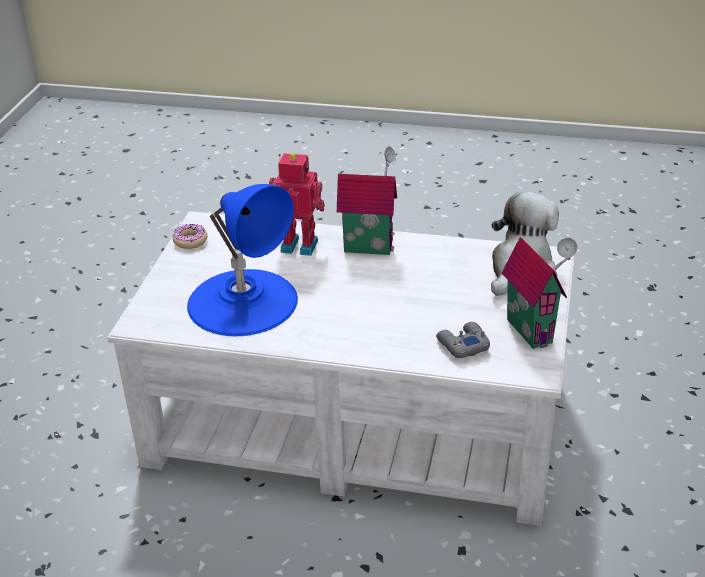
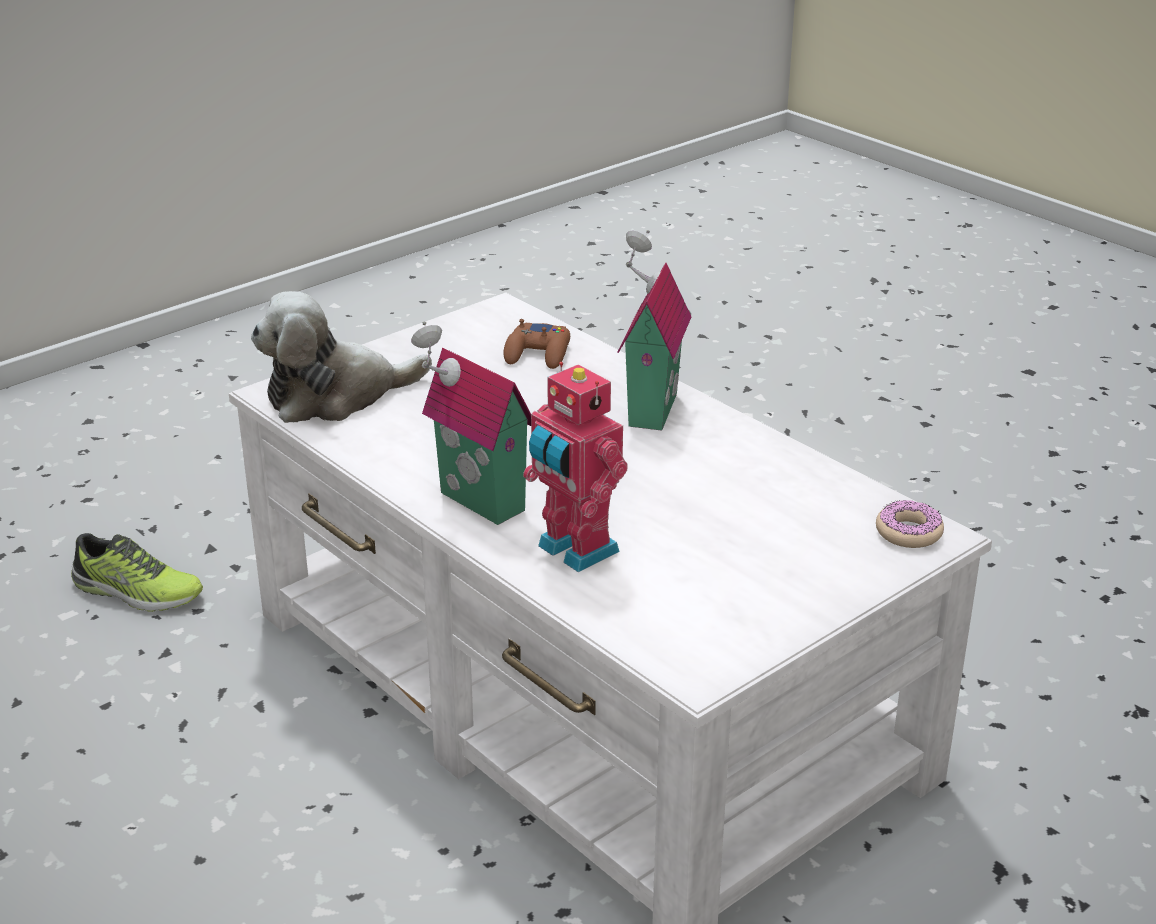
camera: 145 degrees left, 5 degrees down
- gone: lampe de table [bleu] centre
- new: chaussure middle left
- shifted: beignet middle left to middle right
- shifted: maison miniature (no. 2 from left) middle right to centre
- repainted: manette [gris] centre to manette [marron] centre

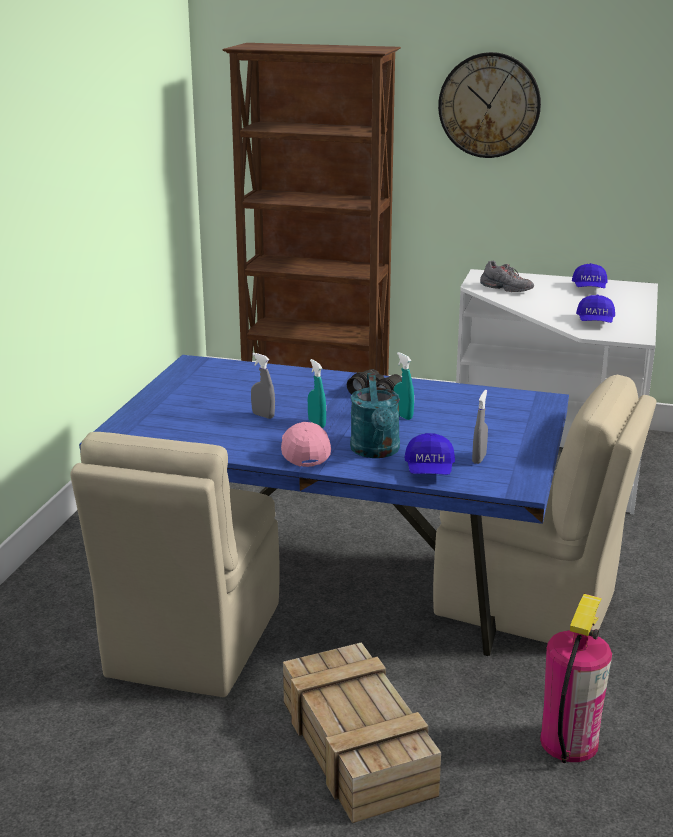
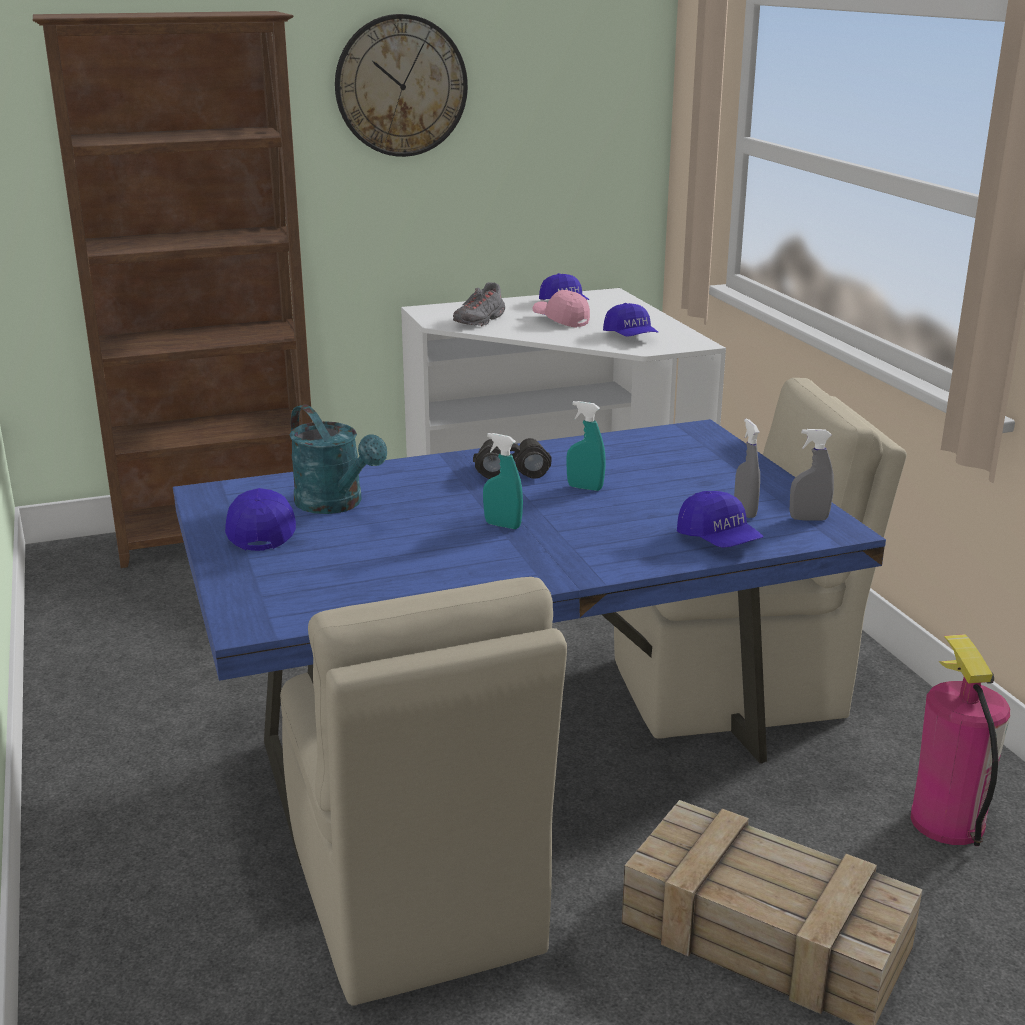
camera: 35 degrees left, 0 degrees up
- new: casquette [bleu] (no. 1 from left) middle left
- shifted: vaporisateur [gris] (no. 1 from left in the first image) centre to vaporisateur [gris] (no. 2 from left) middle right
- shifted: casquette [rose] centre to top centre
- shifted: arrosoir [turquoise] centre to middle left
- rotated: chaussure [gris] top right = top centre 120 degrees clockwise

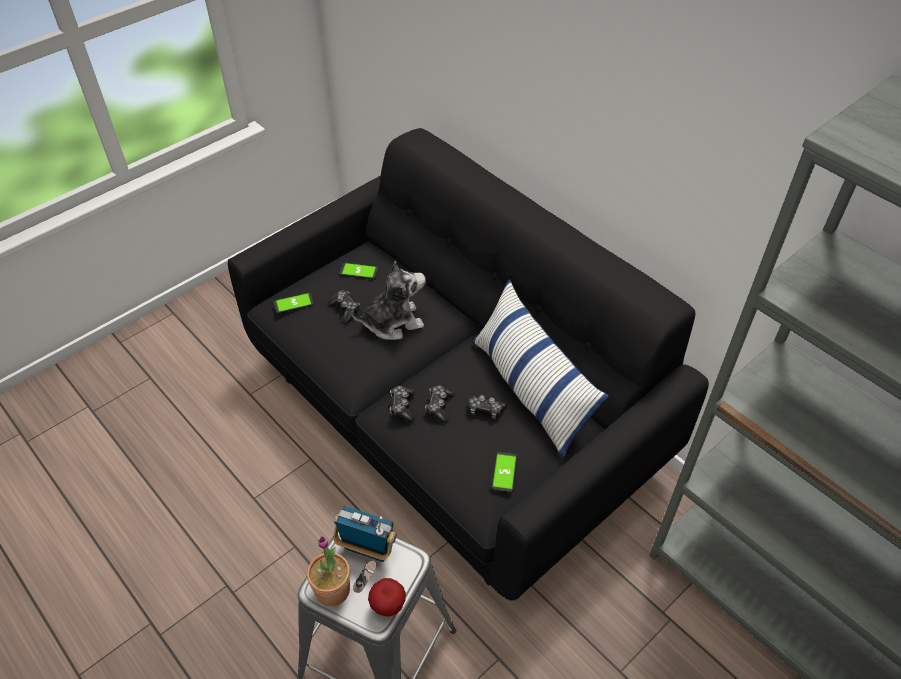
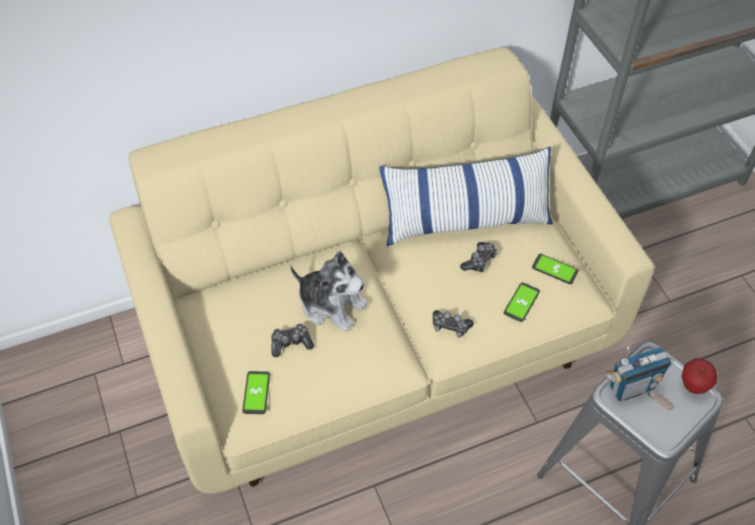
camera: 70 degrees left, 5 degrees up
- gone: plante en pot bottom centre
- gone: manette (no. 3 from left) centre
- shifted: téléphone (no. 2 from left) centre to middle right
- repainted: canapé [noir] centre to canapé [beige] centre
- rotated: radio bottom centre = bottom right 150 degrees counterclockwise
- rotated: peluche centre = centre 120 degrees clockwise

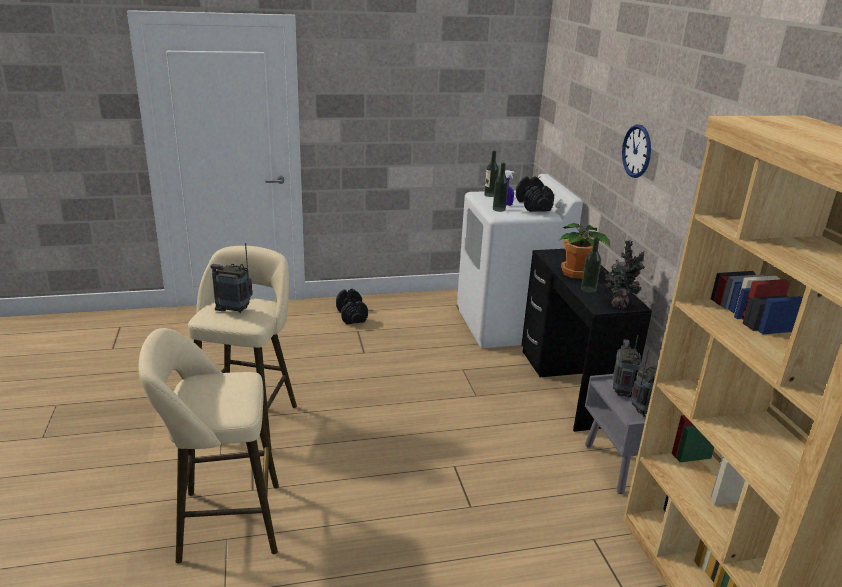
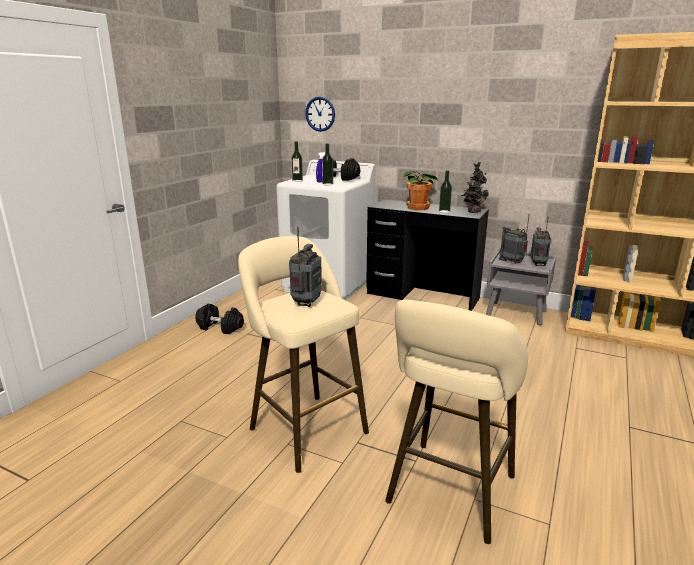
camera: 50 degrees left, 5 degrees down
- shifted: horloge murale top right to top centre
- rotated: radio (no. 1 from left) middle left = centre 150 degrees clockwise

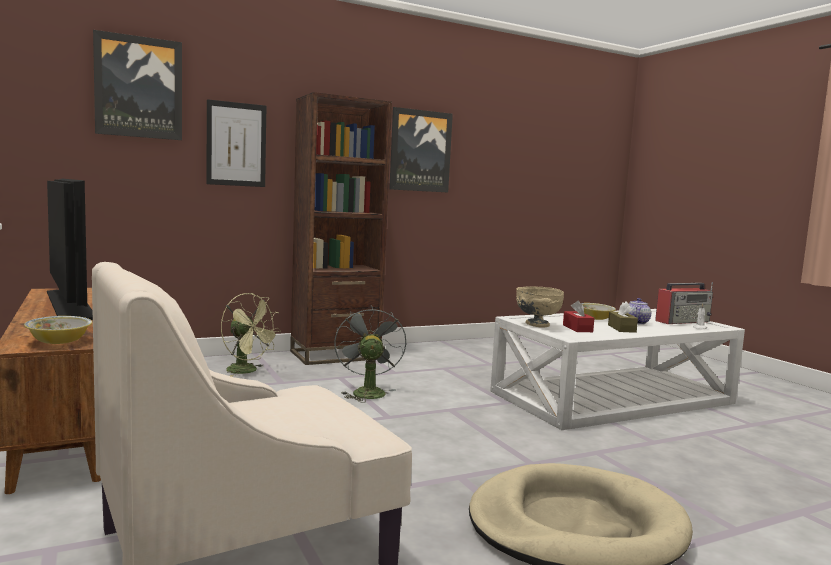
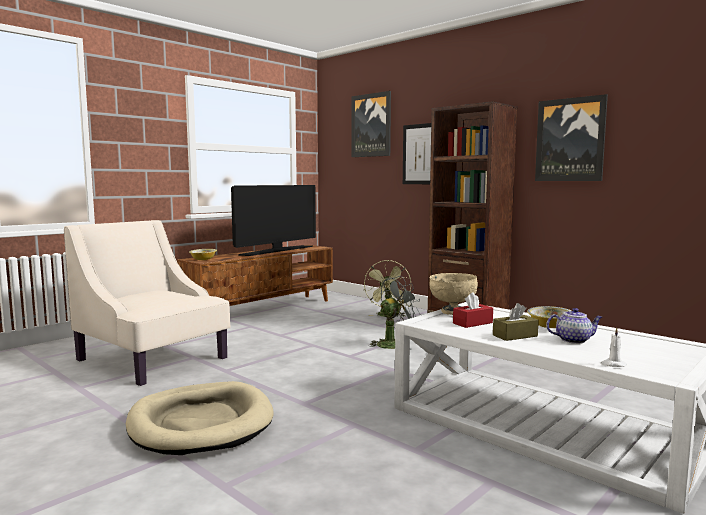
camera: 70 degrees right, 0 degrees up
- gone: radio middle right

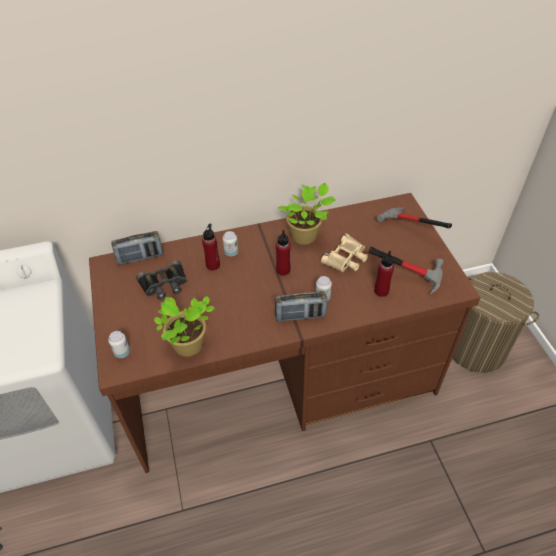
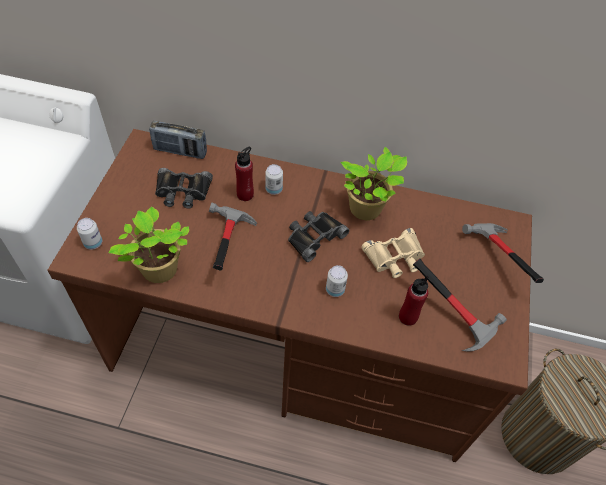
camera: 25 degrees right, 5 degrees up
- gone: radio (no. 2 from left) centre
- new: marteau (no. 1 from left) centre
- swapped: bouteille [rouge] (no. 2 from left) centre to jumelles [noir] (no. 2 from left) centre

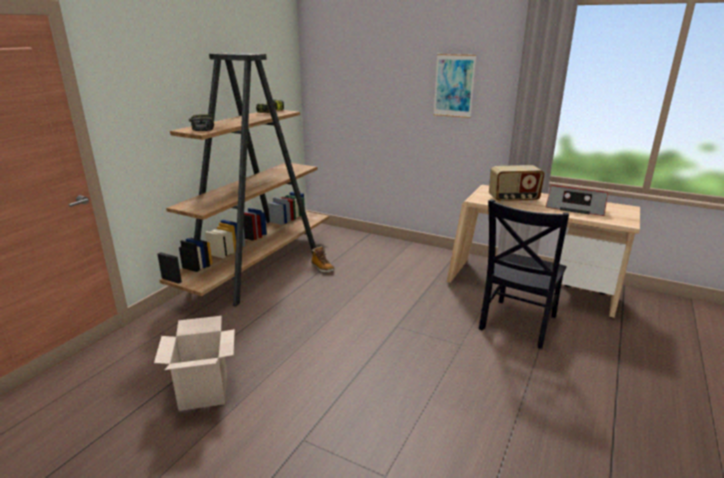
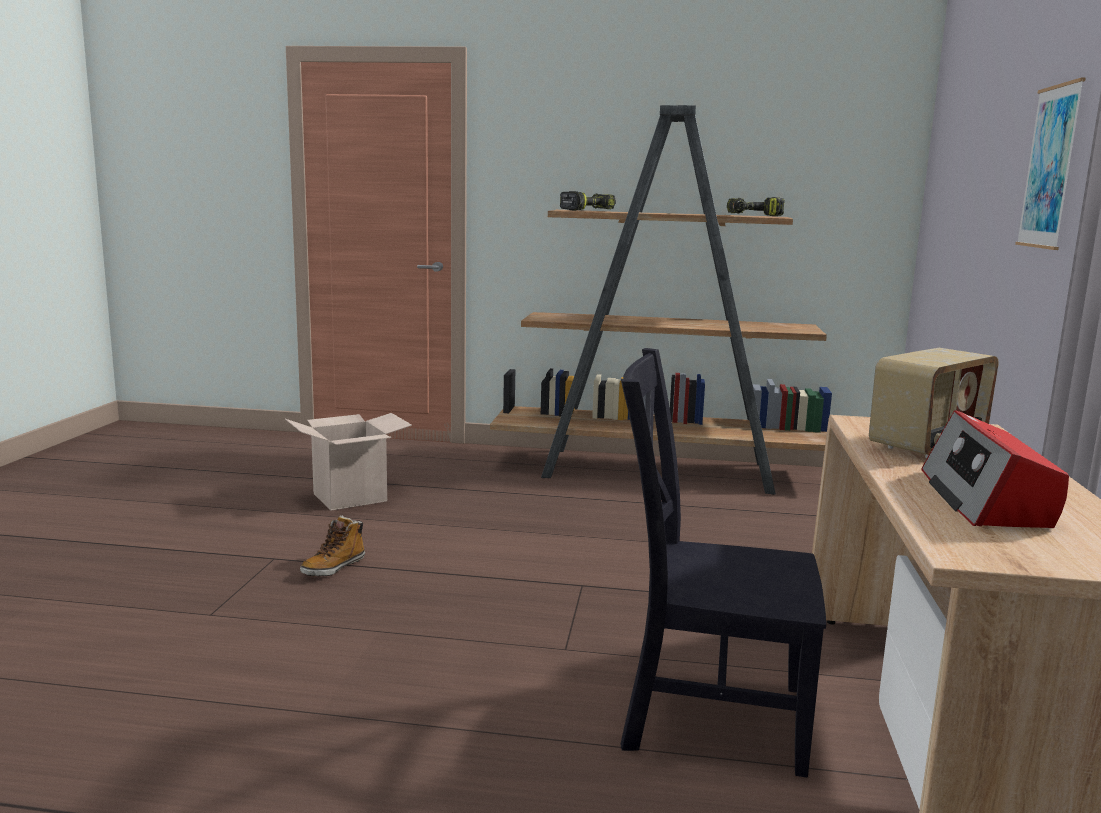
camera: 70 degrees right, 10 degrees down
- shifted: botte centre to bottom left
- rotated: radio (no. 1 from left) middle right = middle right 105 degrees counterclockwise

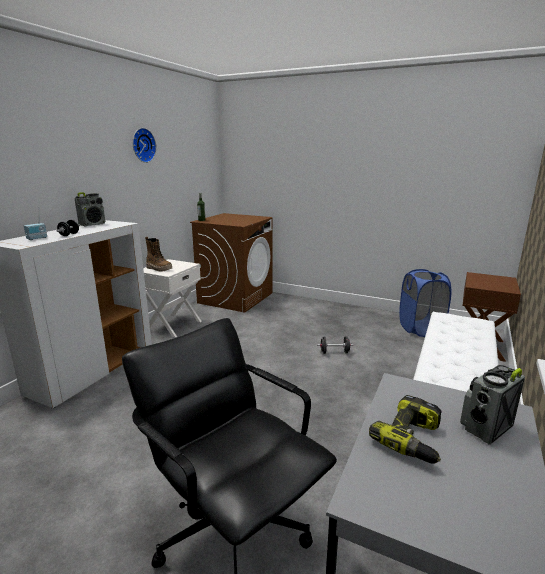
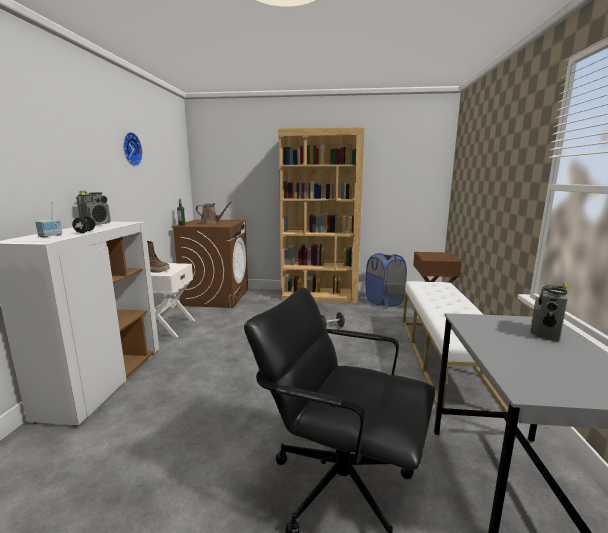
camera: 20 degrees left, 5 degrees down
- gone: perceuse bottom right
- new: arrosoir [marron] centre
- new: bibliothèque [marron] centre

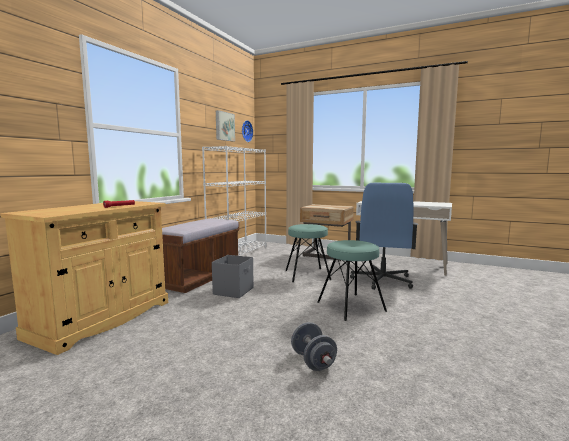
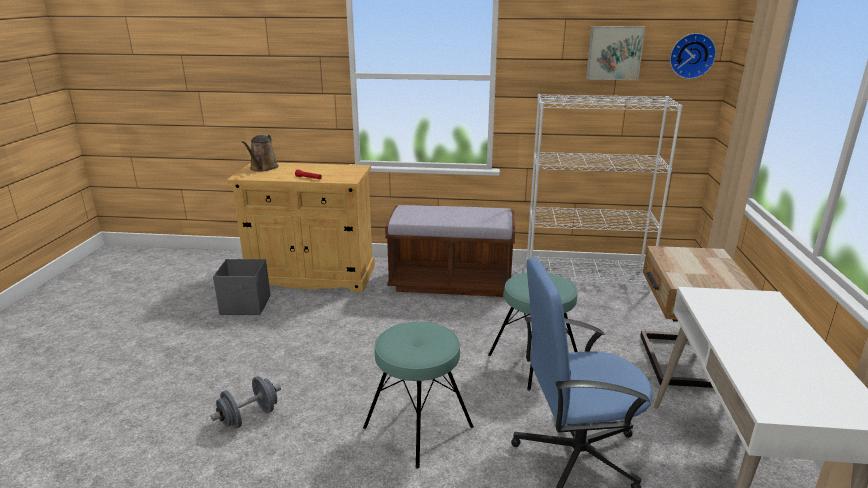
camera: 70 degrees right, 15 degrees up
- new: arrosoir [marron] top left
- shifted: boîte de rangement [gris] centre to middle left

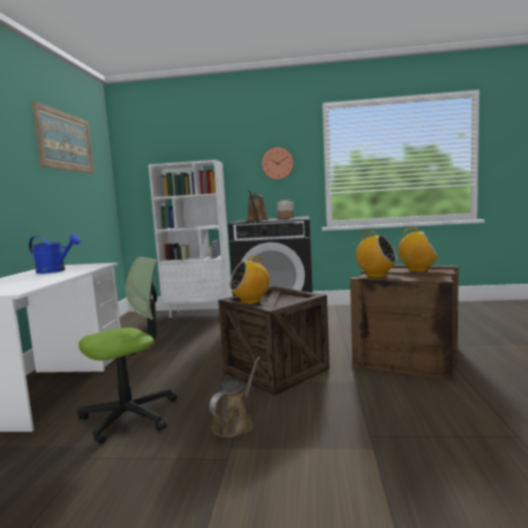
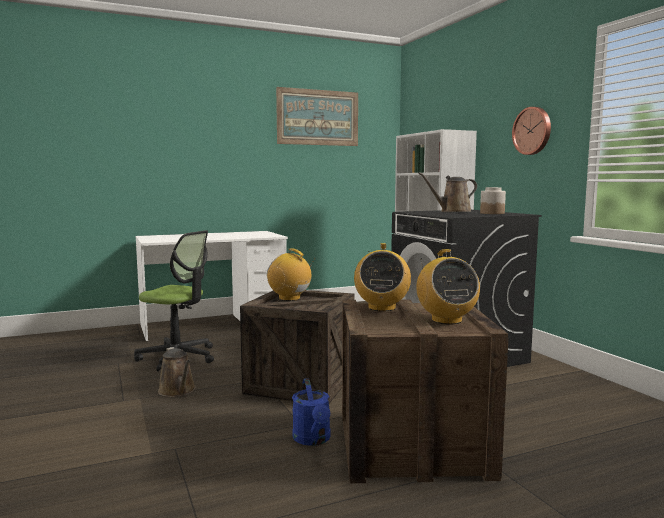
camera: 60 degrees right, 0 degrees up
- shifted: arrosoir [bleu] middle left to bottom centre
- rotated: arrosoir [marron] (no. 1 from left) bottom centre = bottom left 60 degrees clockwise

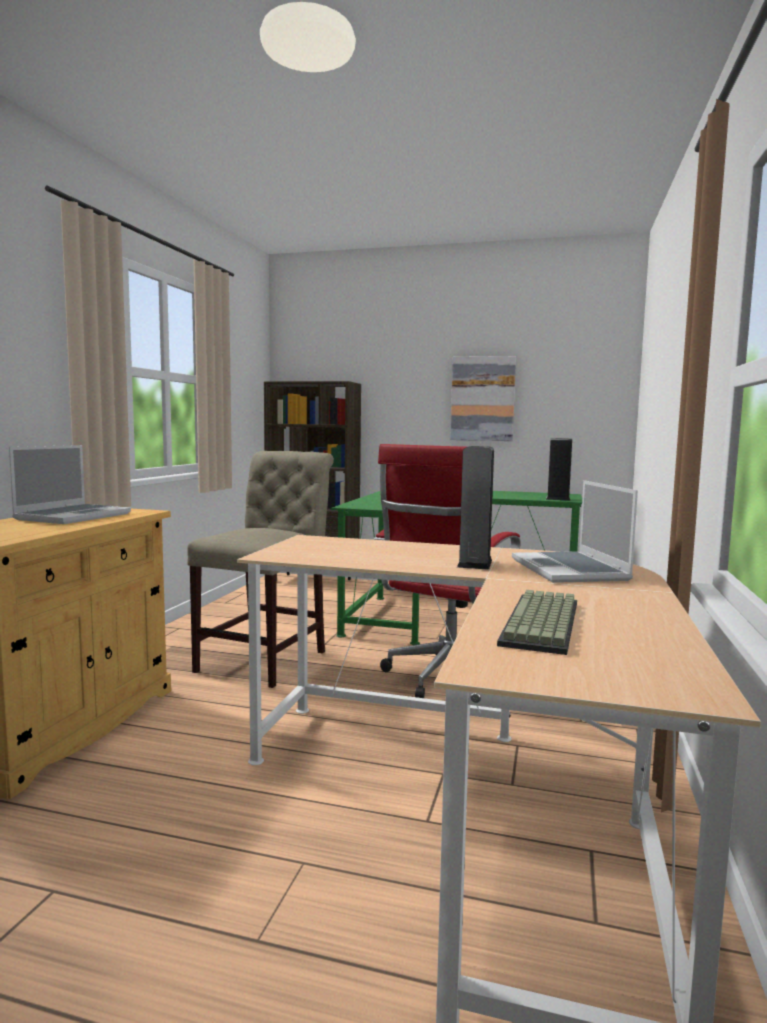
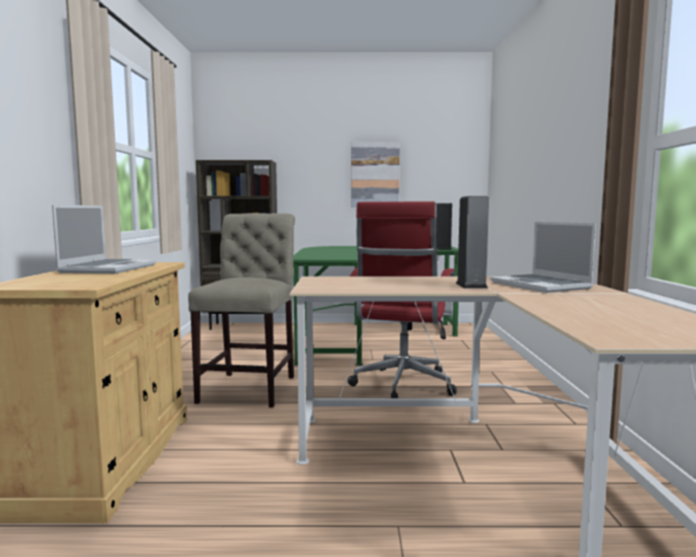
camera: 15 degrees left, 0 degrees up
- gone: clavier middle right

